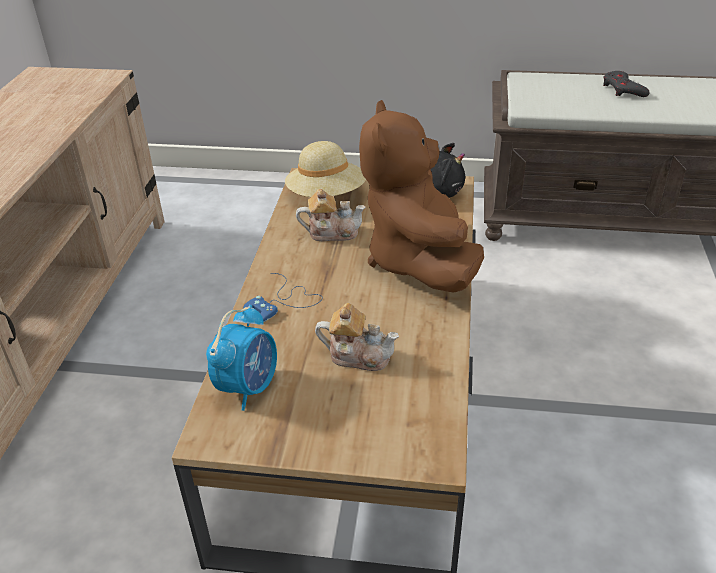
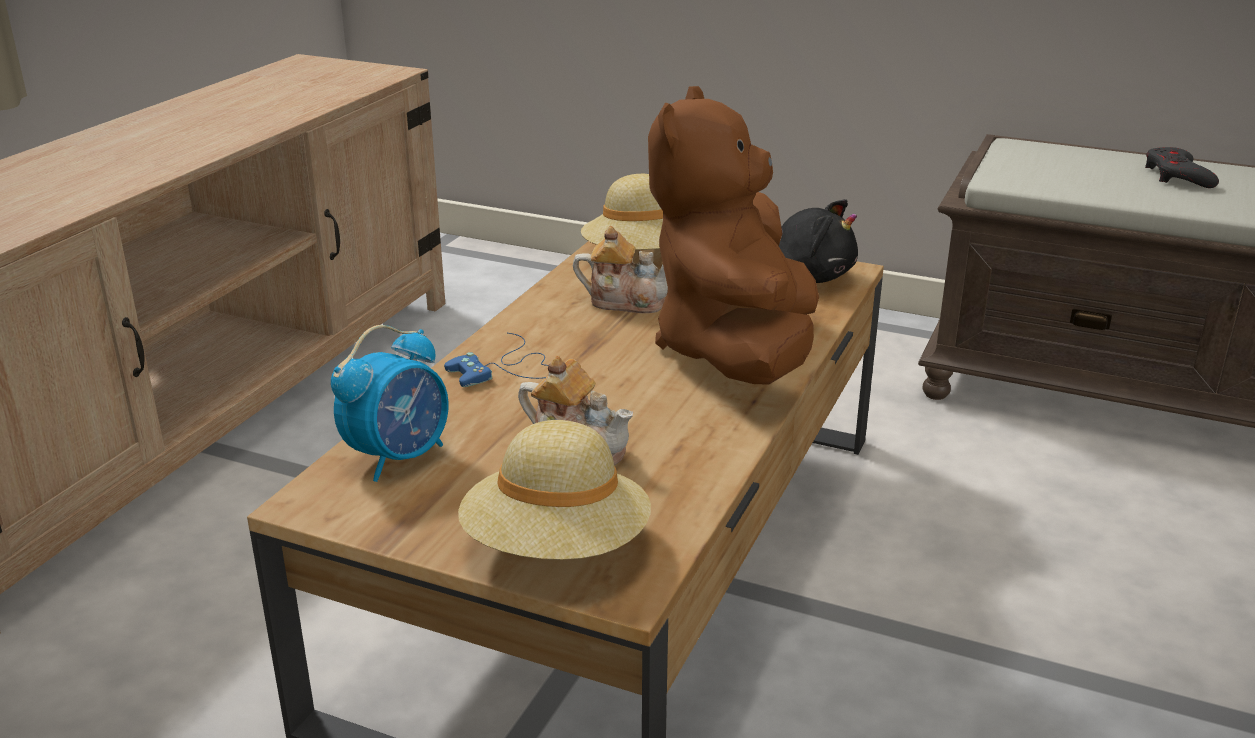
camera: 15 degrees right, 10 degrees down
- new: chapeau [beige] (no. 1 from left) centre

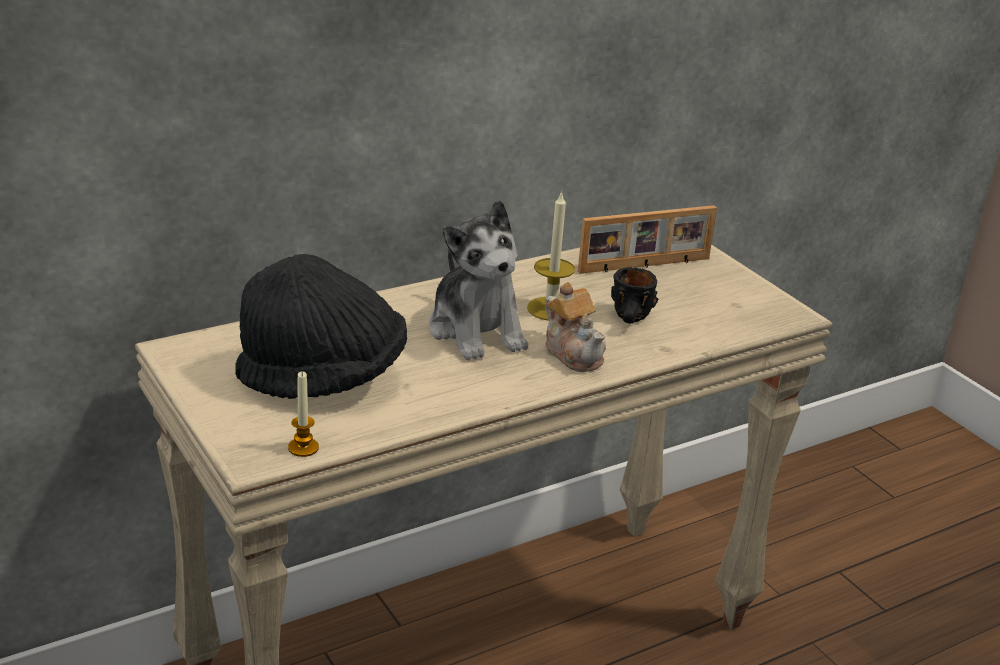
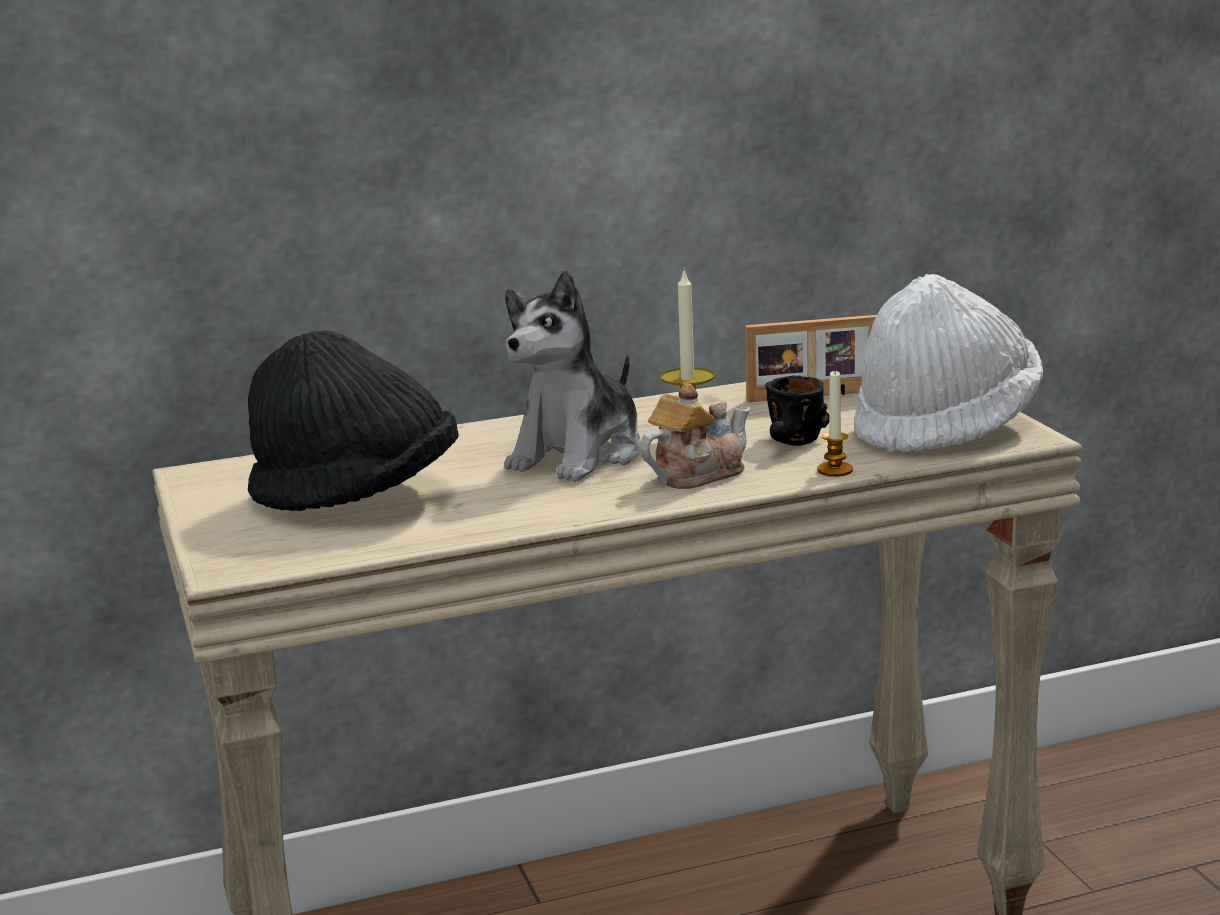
camera: 15 degrees right, 10 degrees down
- new: chapeau [blanc] middle right
- shifted: bougie (no. 1 from left in the first image) middle left to bougie (no. 2 from left) middle right
- rotated: peluche centre = centre 45 degrees clockwise
- rotated: théière centre = centre 105 degrees counterclockwise

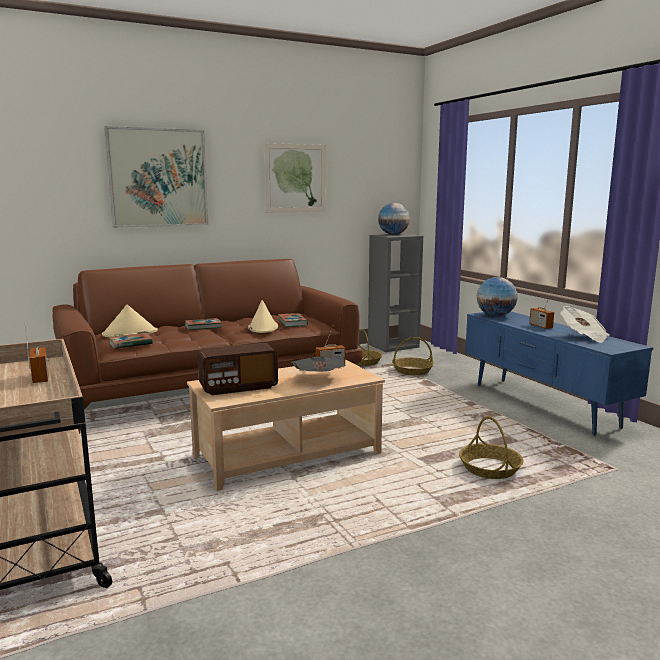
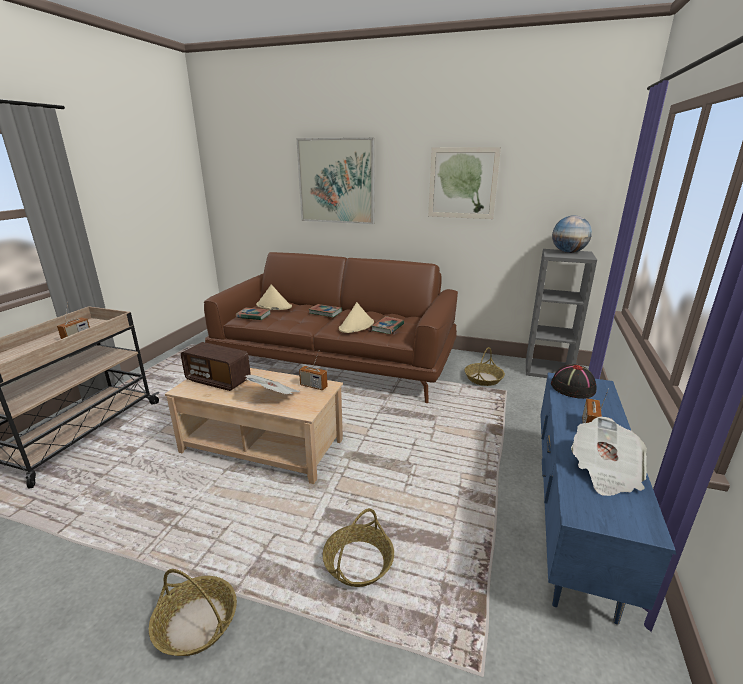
camera: 45 degrees right, 10 degrees up
- shifted: panier (no. 2 from left in the first image) centre to panier (no. 1 from left) bottom left
- swapped: globe (no. 2 from left) middle right to chapeau [noir] middle right

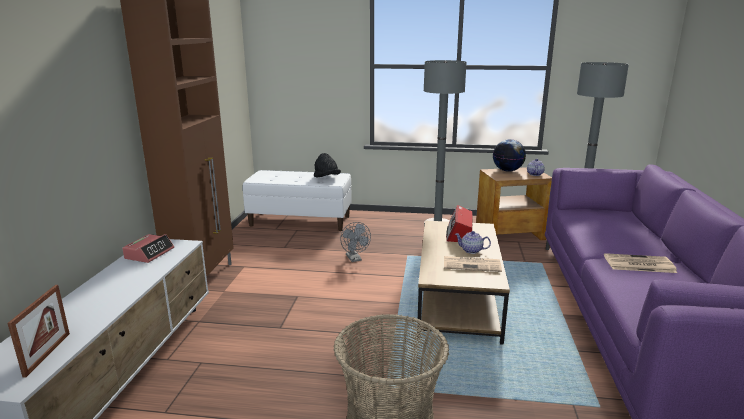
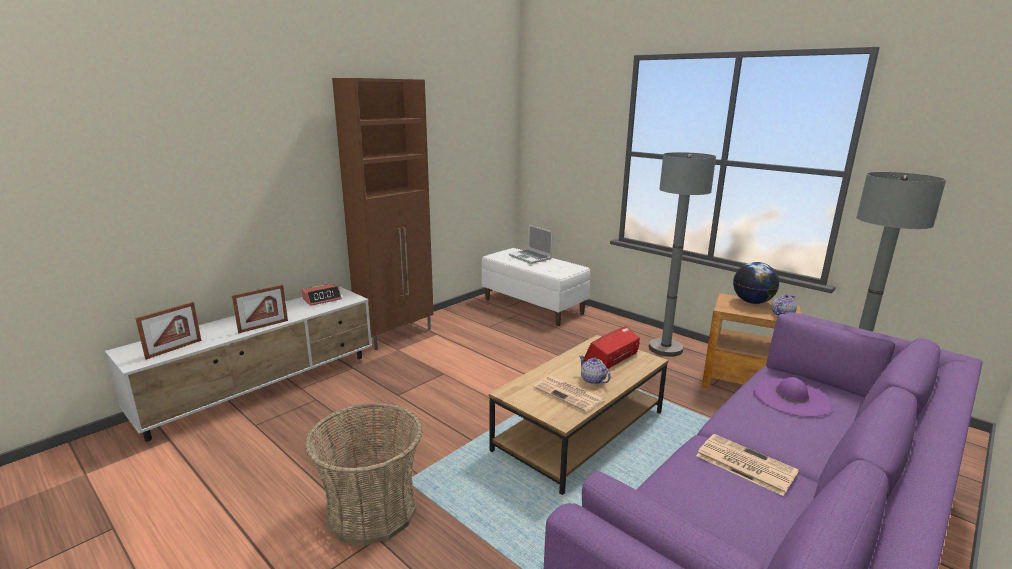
camera: 35 degrees right, 0 degrees up
- gone: chapeau [noir] centre
- gone: ventilateur [gris] centre
- new: cadre photo (no. 2 from left) middle left
- new: ordinateur portable centre
- new: chapeau [violet] bottom right

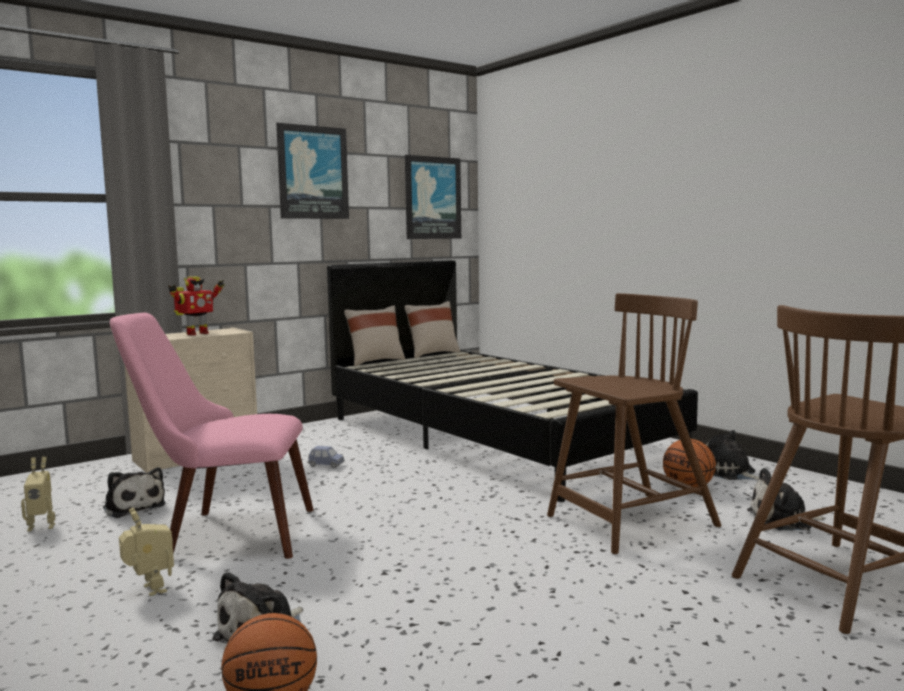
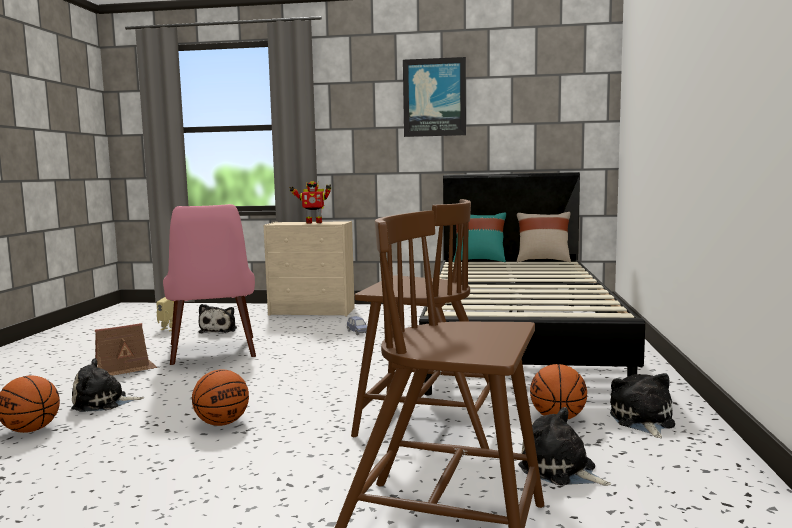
camera: 45 degrees right, 0 degrees up
- gone: tableau (no. 2 from left) top centre
- new: ballon de basket (no. 2 from left) bottom left
- swapped: robot jouet (no. 2 from left) bottom left to maison miniature middle left
- repainted: coussin [beige] (no. 1 from left) centre to coussin [turquoise] centre
- rotated: chaise [rose] middle left = middle left 150 degrees counterclockwise

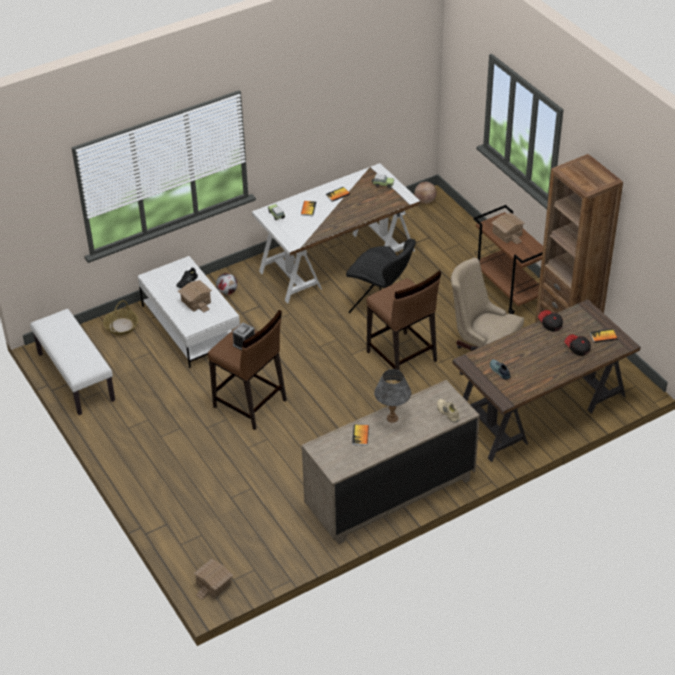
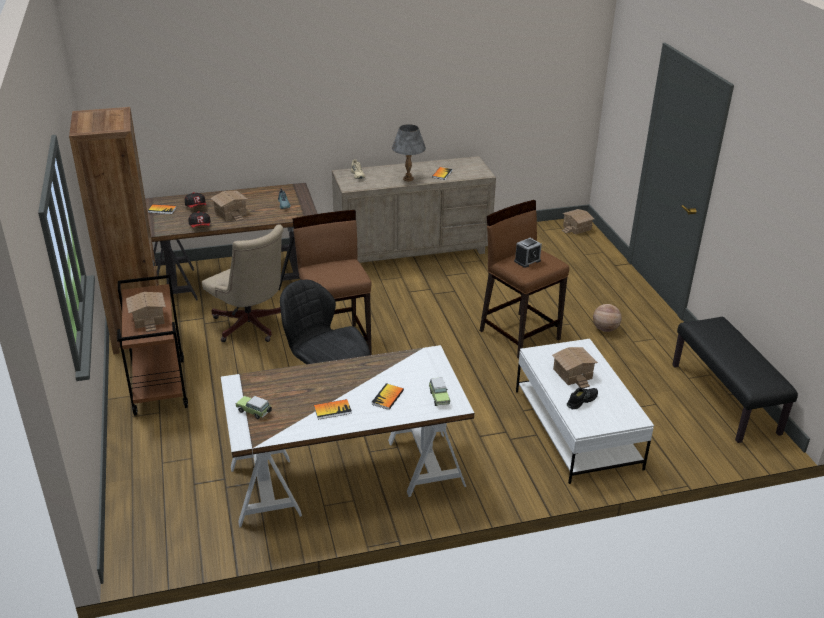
camera: 165 degrees left, 10 degrees down
- gone: panier middle left
- gone: ballon de foot centre
- new: maison miniature (no. 2 from left) middle left
- shifted: ballon de basket top centre to middle right
- repainted: banc [blanc] middle left to banc [noir] middle right

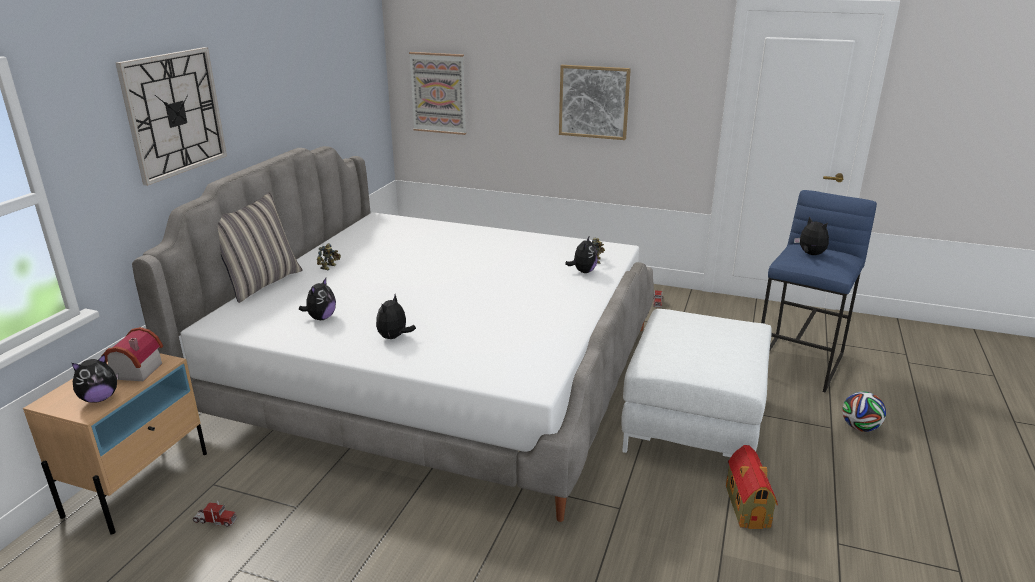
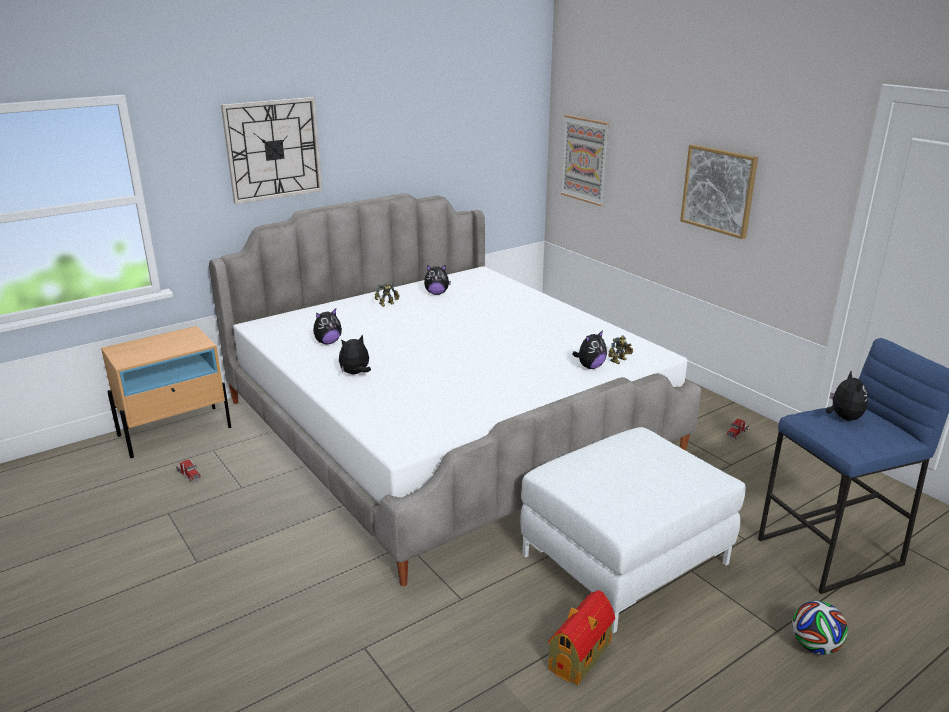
camera: 35 degrees right, 0 degrees up
- gone: maison miniature (no. 1 from left) middle left
- gone: coussin middle left
- shifted: peluche (no. 1 from left in the first image) middle left to peluche (no. 3 from left) centre

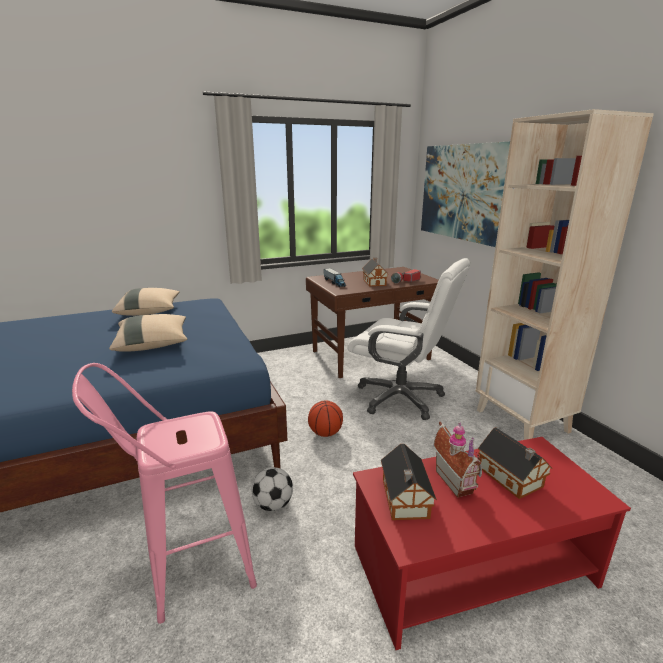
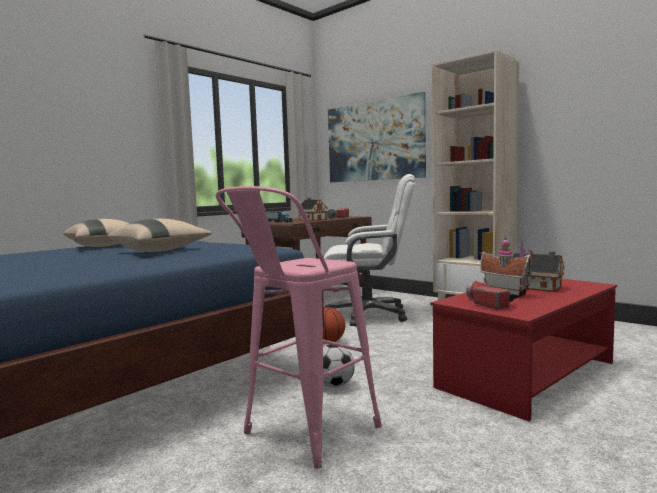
camera: 25 degrees left, 15 degrees down
- swapped: maison miniature (no. 2 from left) bottom centre to lampe de poche (no. 2 from left) middle right

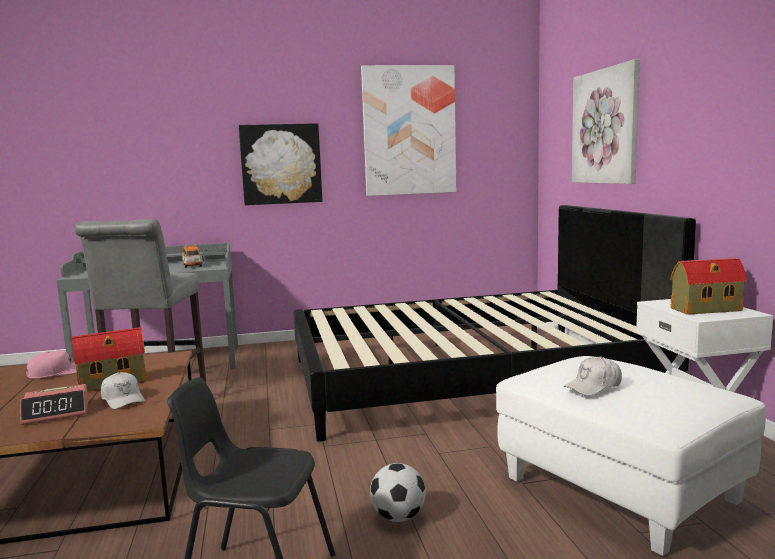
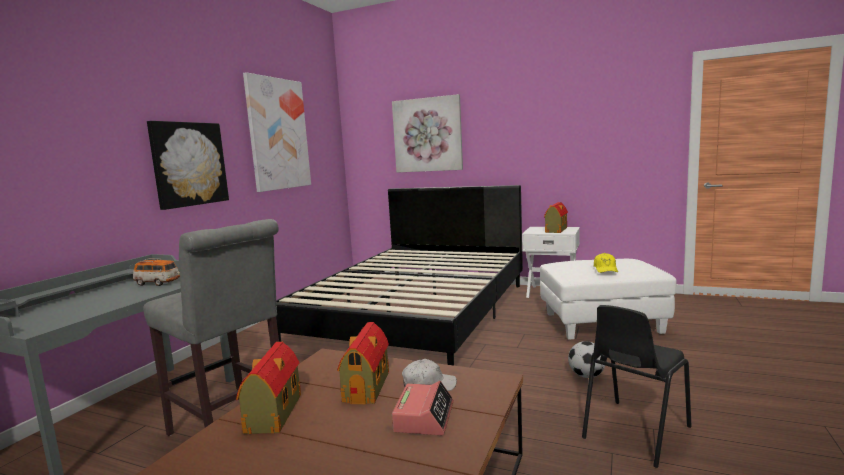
camera: 55 degrees left, 0 degrees up
- swapped: casquette [rose] middle left to maison miniature (no. 1 from left) bottom left
- repainted: casquette [blanc] (no. 2 from left) bottom right to casquette [jaune] middle right

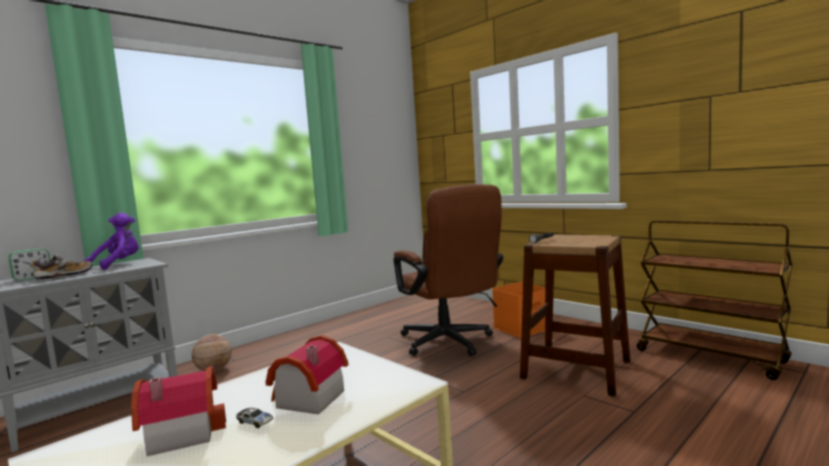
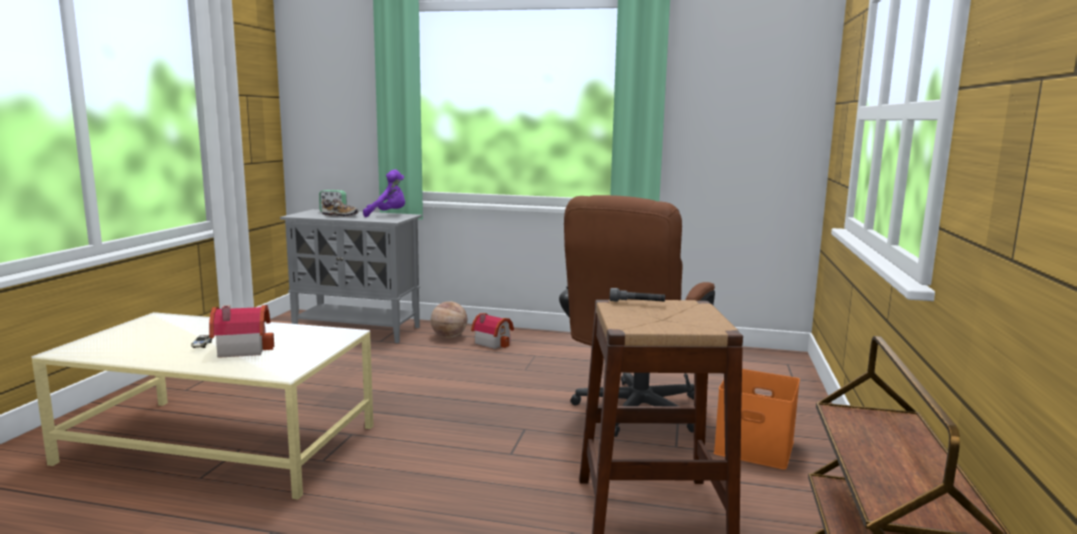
camera: 55 degrees right, 5 degrees up
- shifted: maison miniature (no. 1 from left in the first image) bottom left to maison miniature (no. 2 from left) centre

